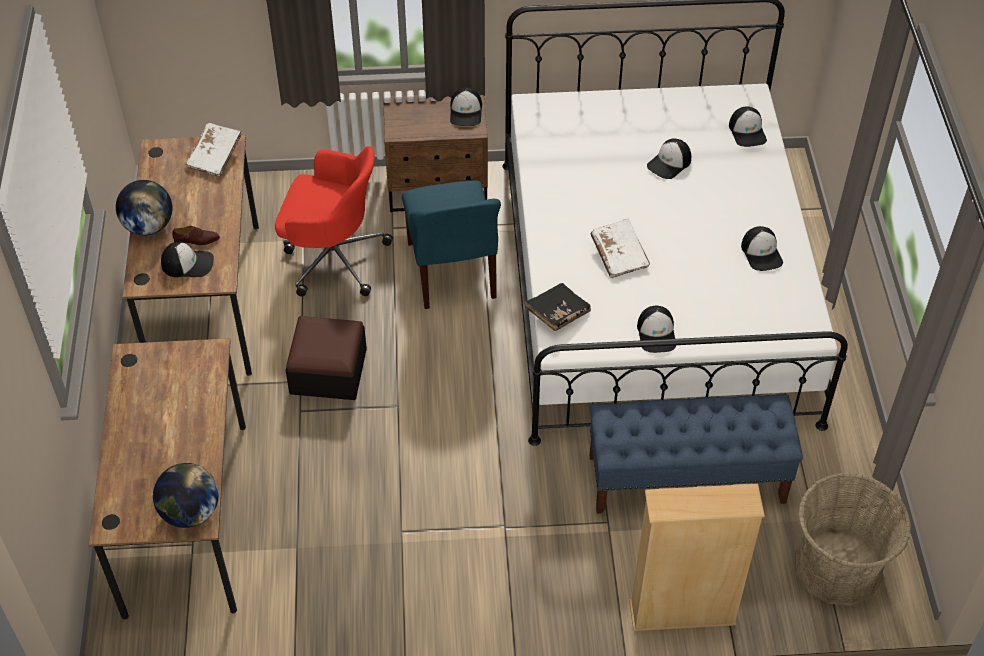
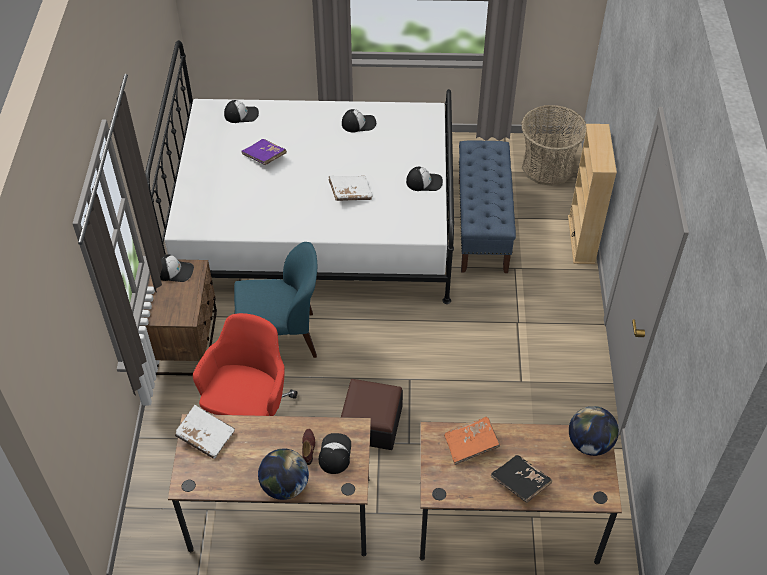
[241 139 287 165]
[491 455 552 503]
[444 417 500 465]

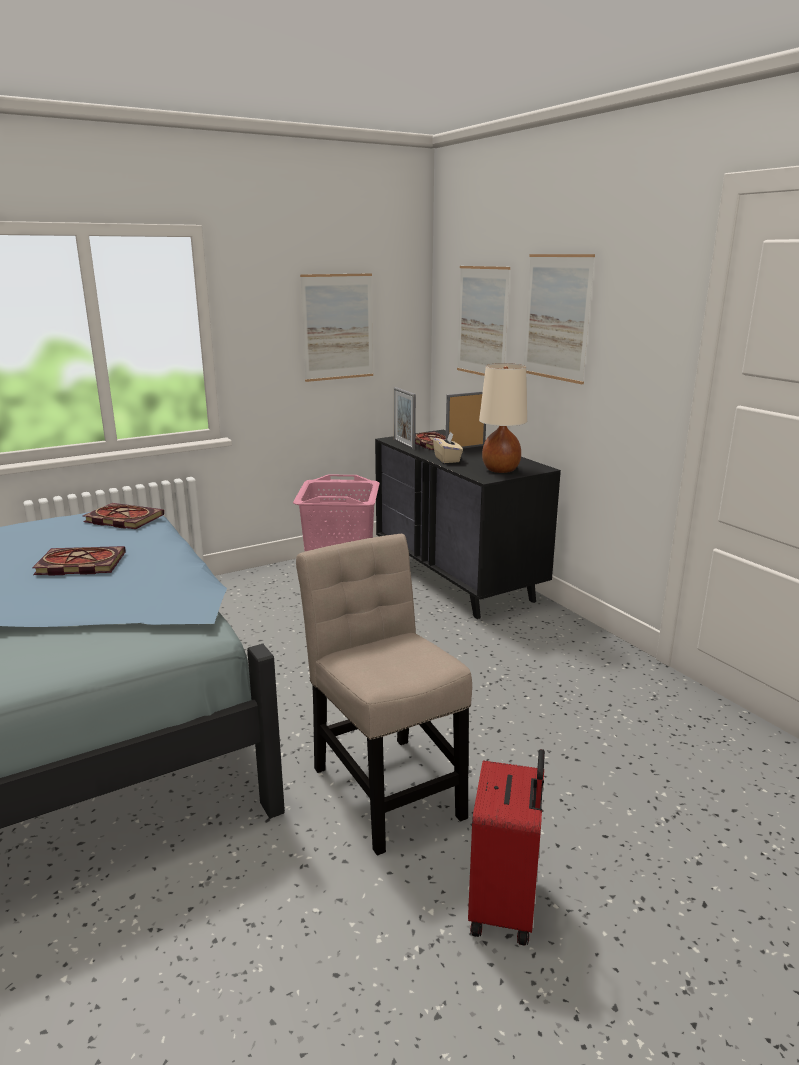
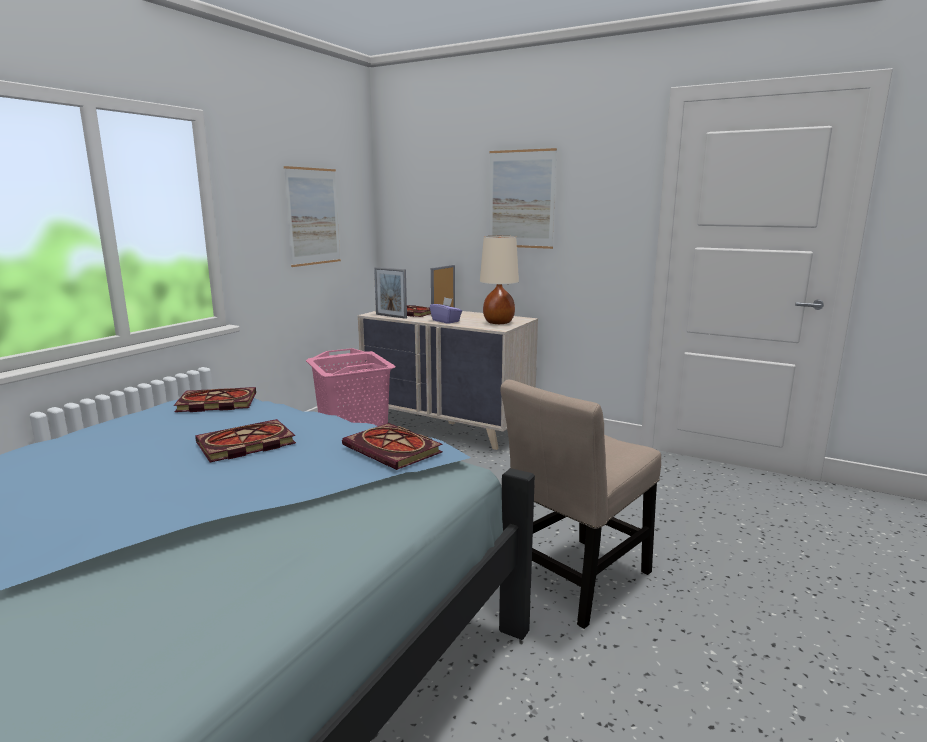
[457 266 510 376] (first image)
[358 311 538 450]
[430 297 462 324]
[500 380 661 629]
[468 749 545 945] (first image)
[342 423 443 470]

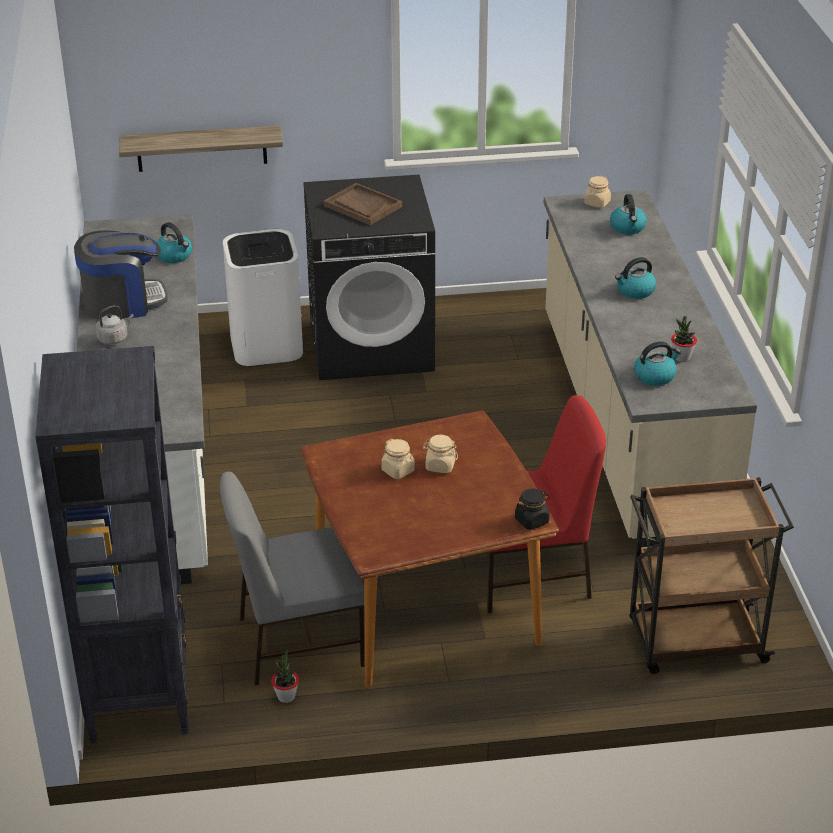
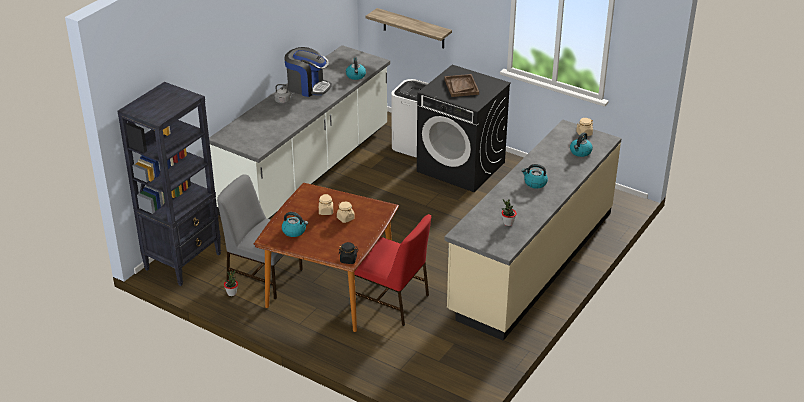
[282 212 308 237]
[629 477 794 674] (first image)

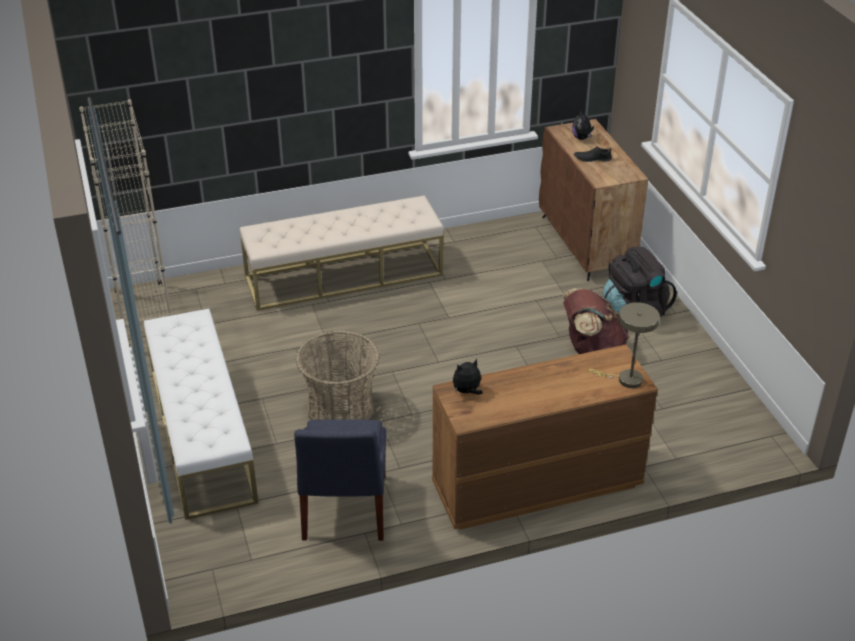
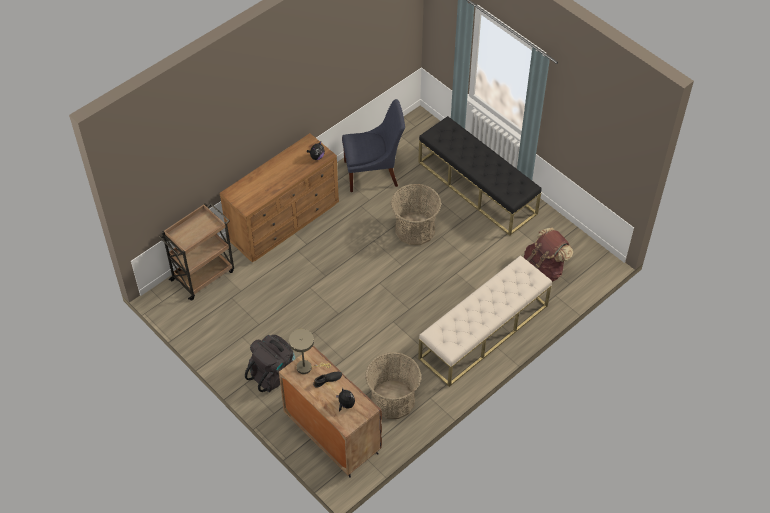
[79 100 172 347] (first image)
[524 228 573 282]
[289 329 331 374]
[418 116 542 236]
[342 99 405 192]
[159 203 234 301]
[365 352 421 419]

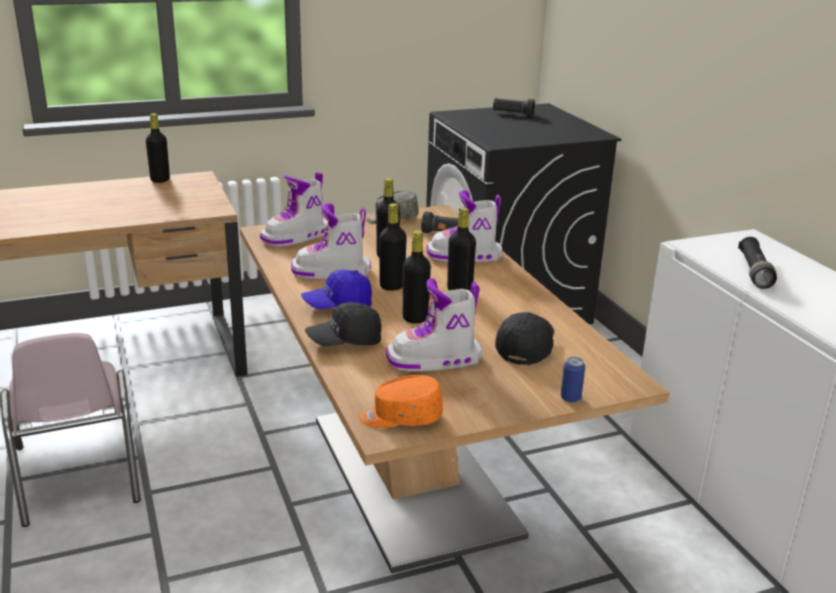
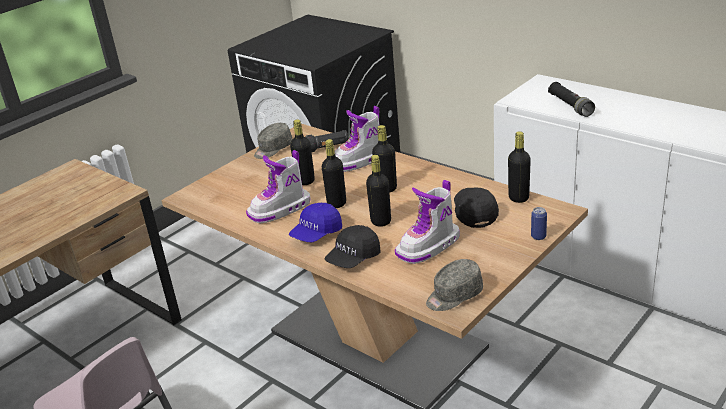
[493 98 535 117] (first image)
[508 131 531 203]
[260 172 328 247] (first image)
[426 259 483 311]

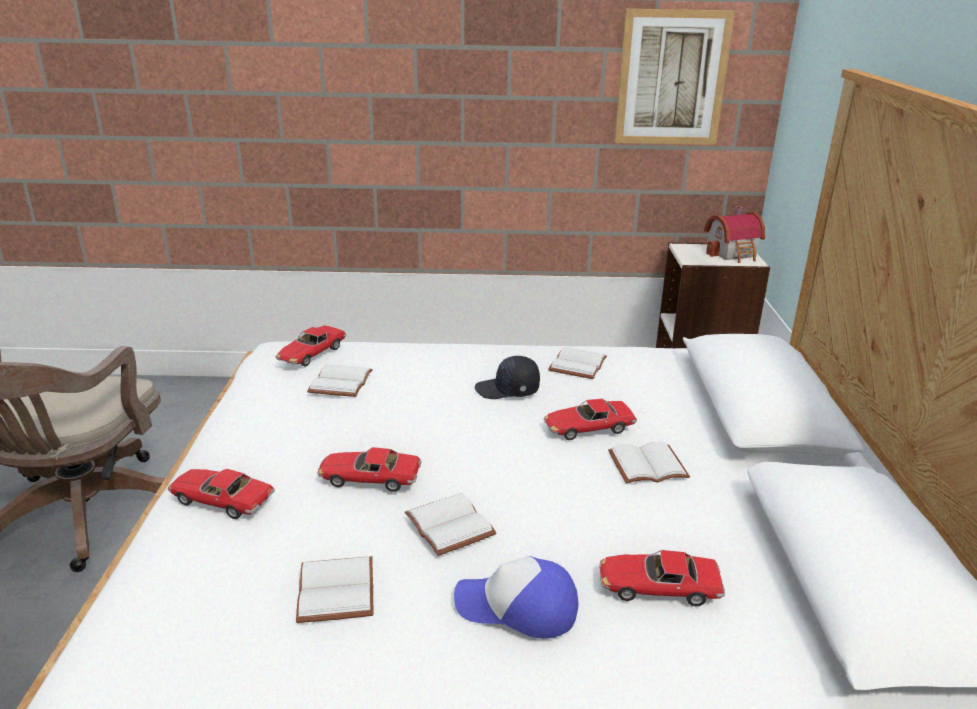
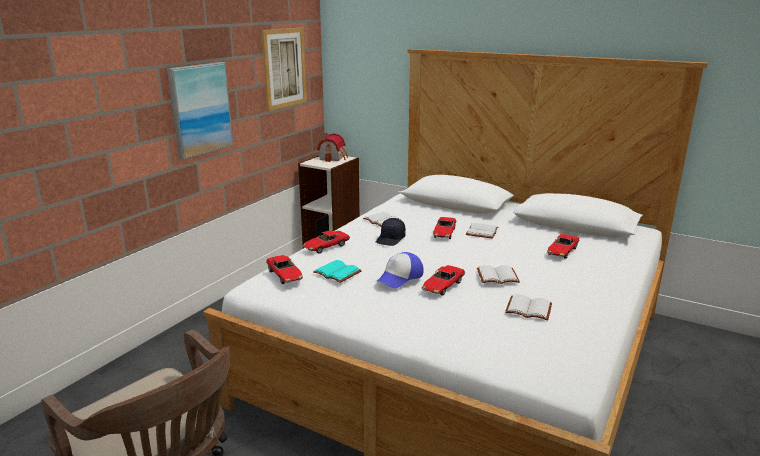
[313 260 362 283]
[302 230 350 254]
[377 252 424 289]
[167 62 233 160]

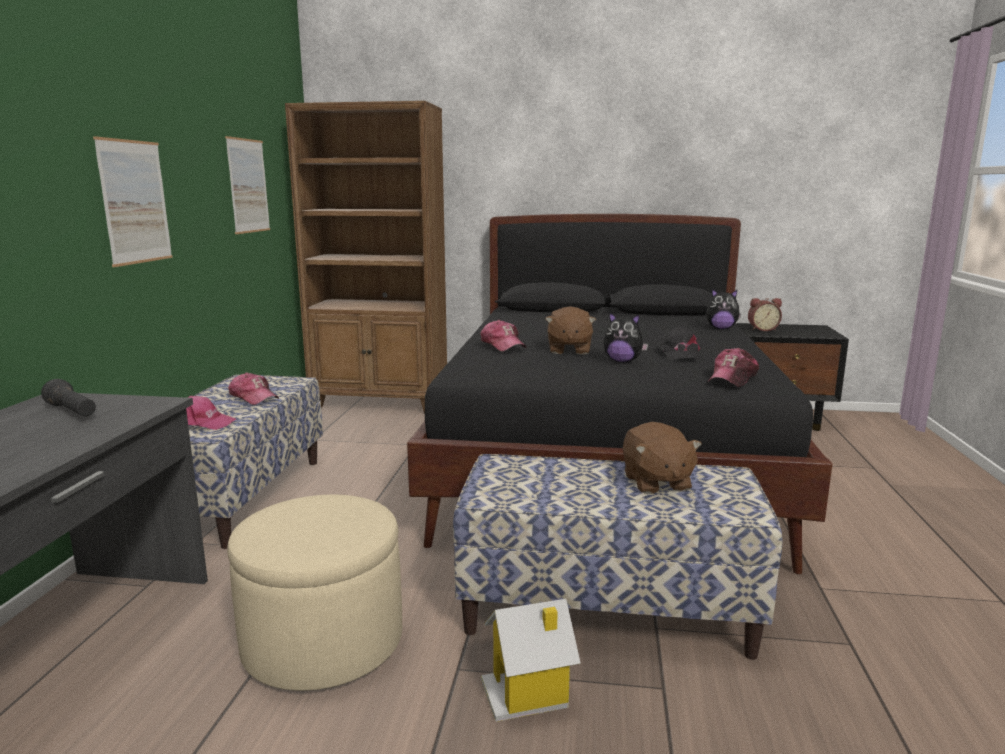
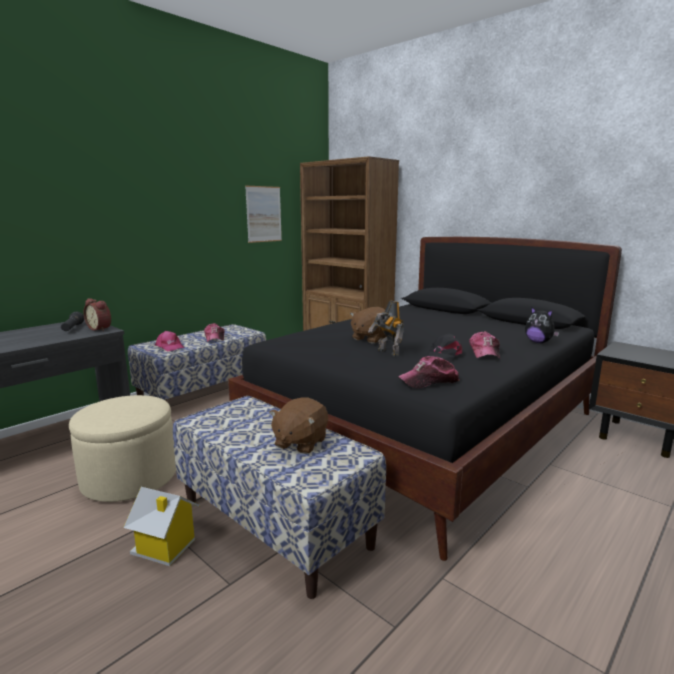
[93 136 173 267] (first image)
[84 298 111 331]
[368 300 404 357]
[469 331 500 358]

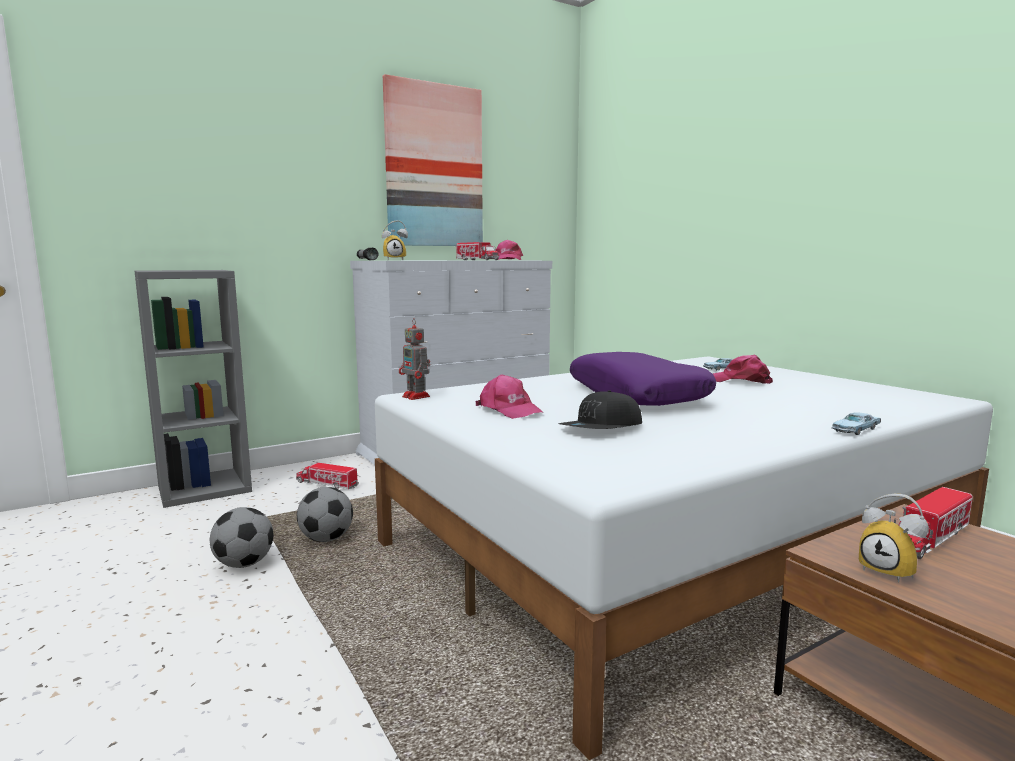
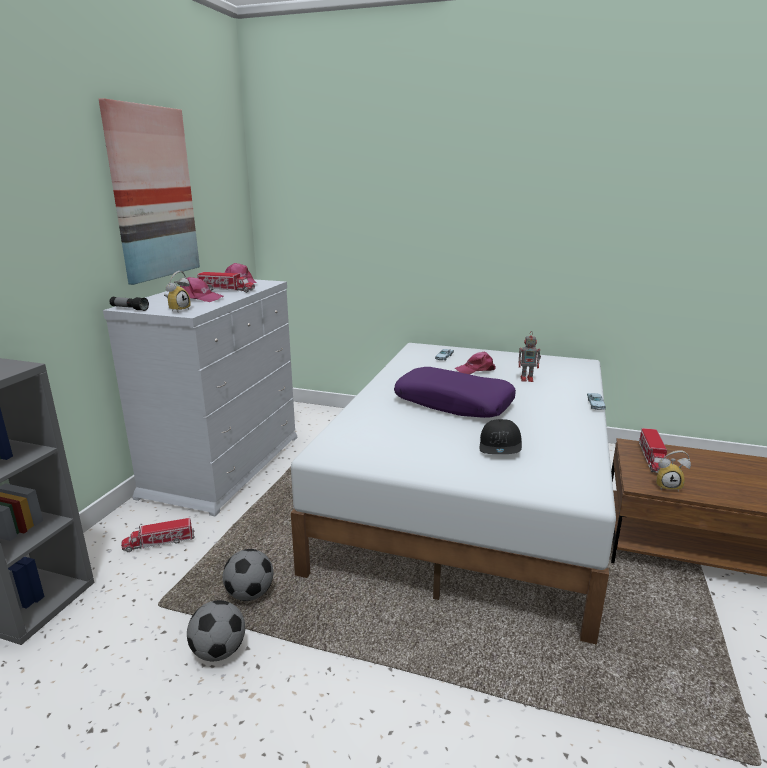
[519 334 541 382]
[180 277 223 302]

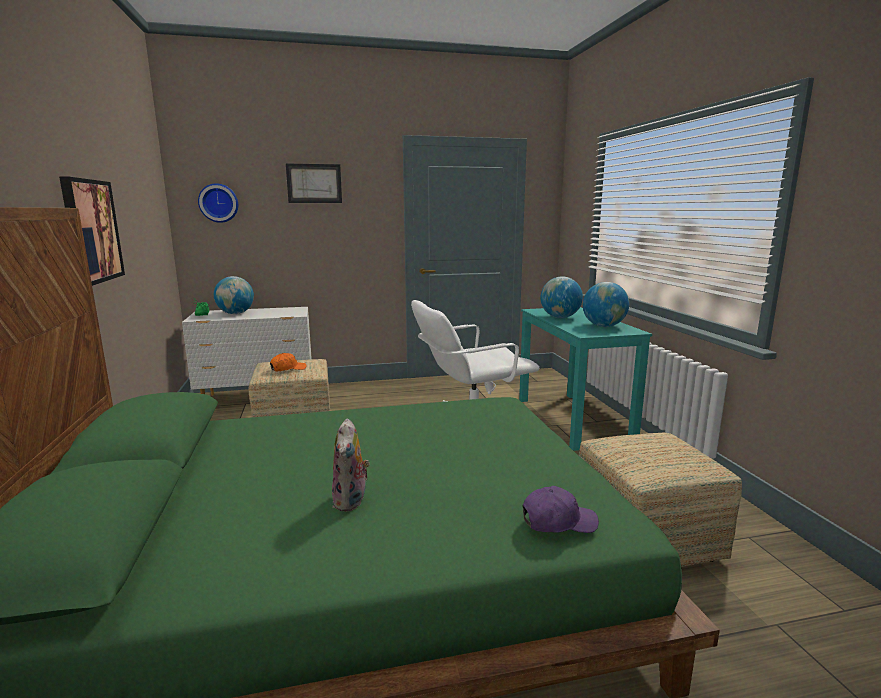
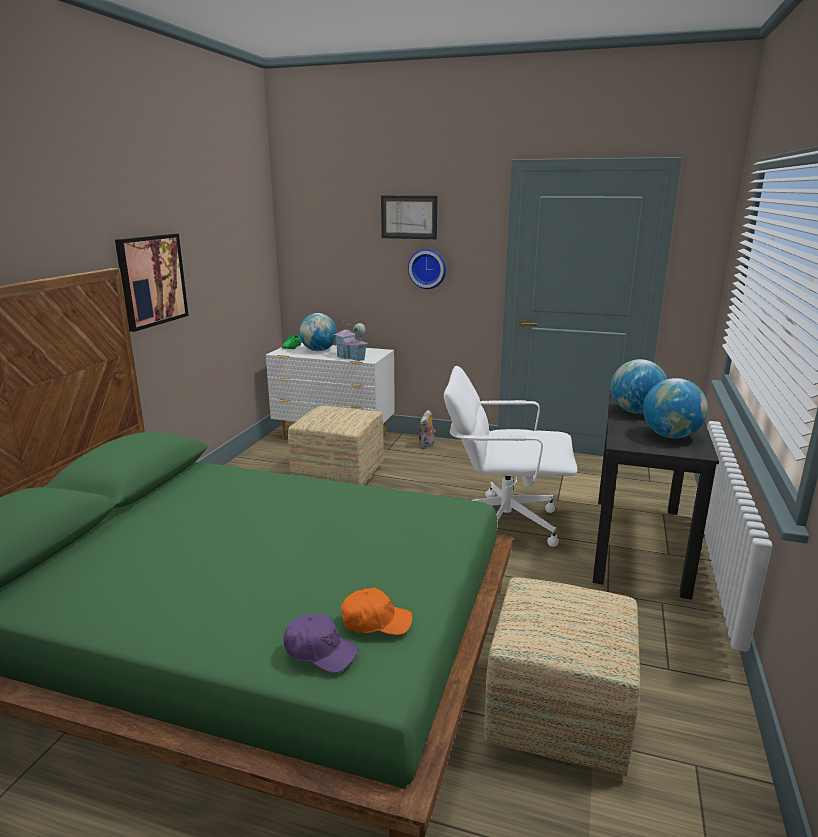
[408 249 446 289]
[593 390 719 600]
[341 588 412 635]
[419 410 435 449]
[334 318 368 361]

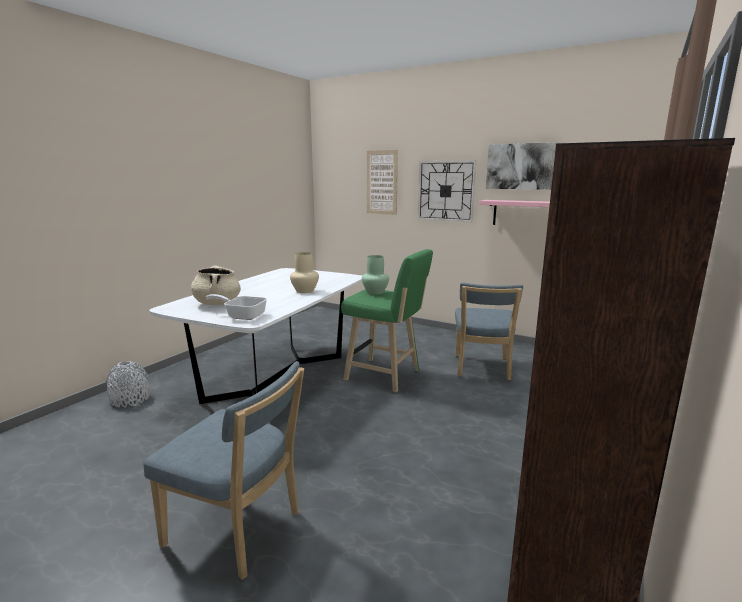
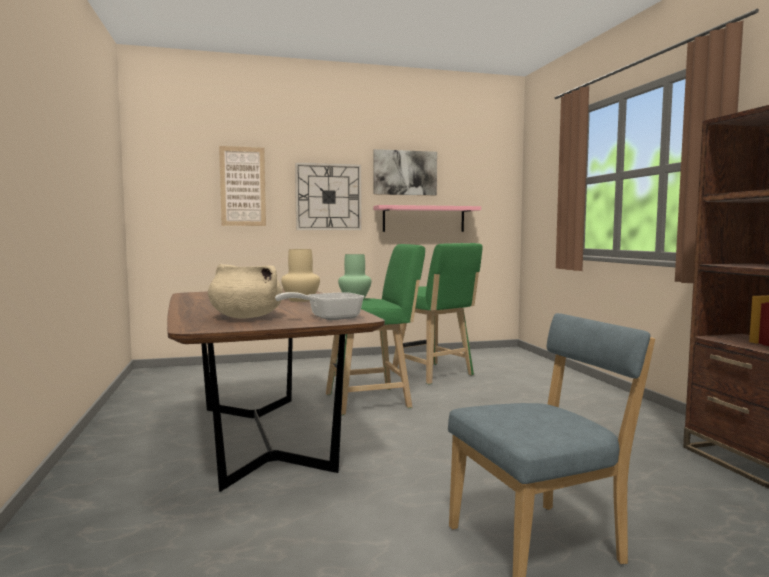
[167 289 385 492]
[392 243 483 384]
[106 361 150 407] (first image)

